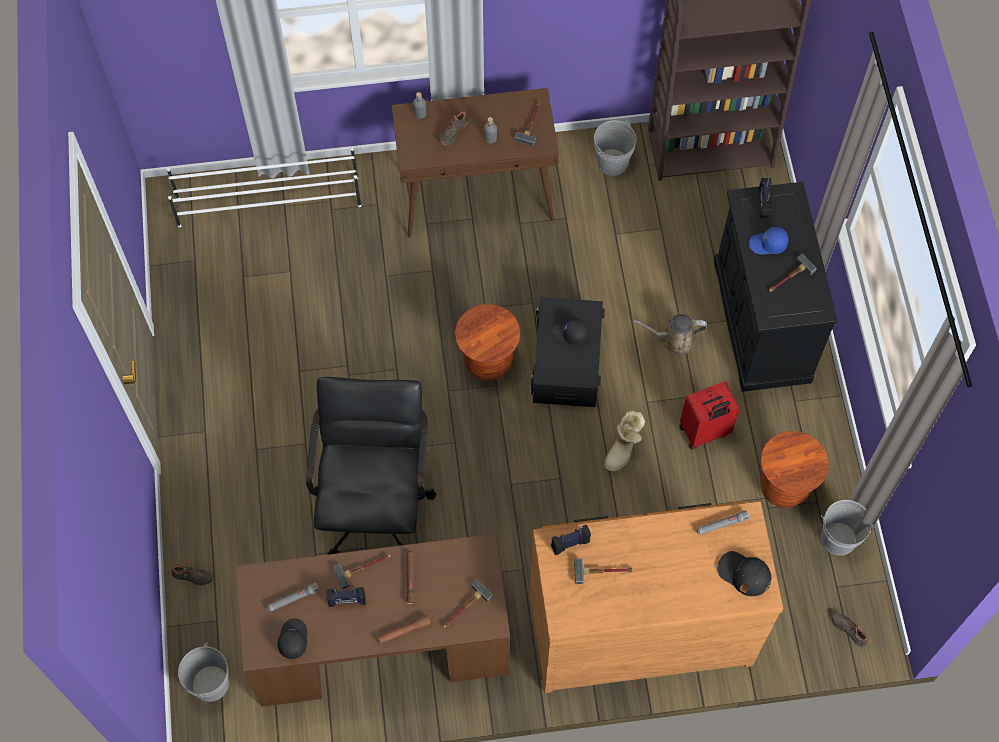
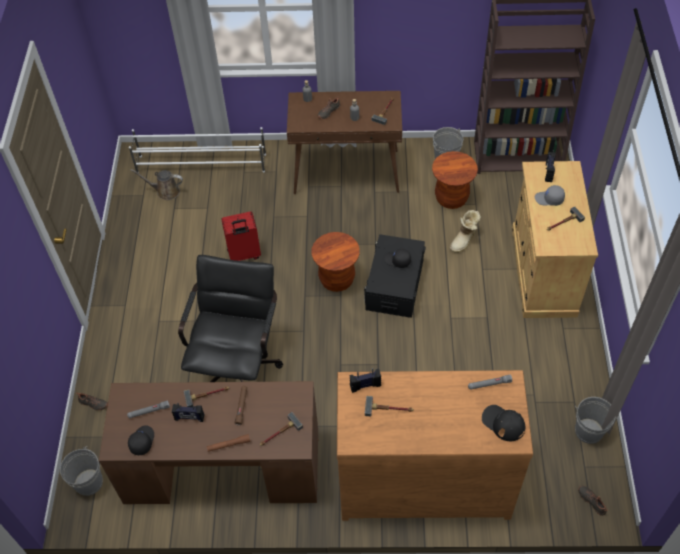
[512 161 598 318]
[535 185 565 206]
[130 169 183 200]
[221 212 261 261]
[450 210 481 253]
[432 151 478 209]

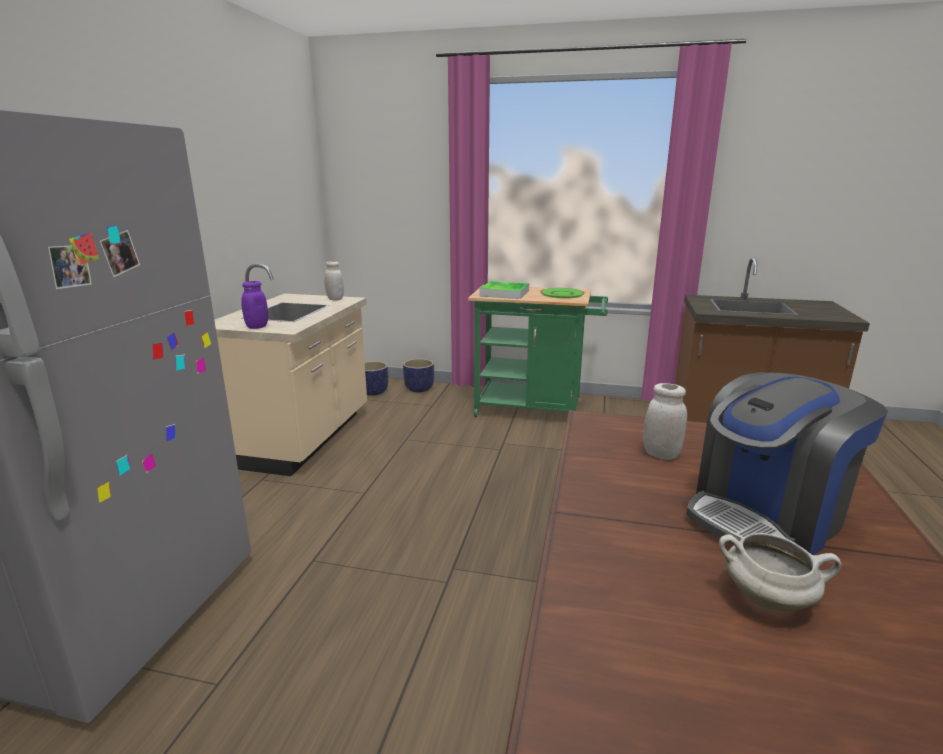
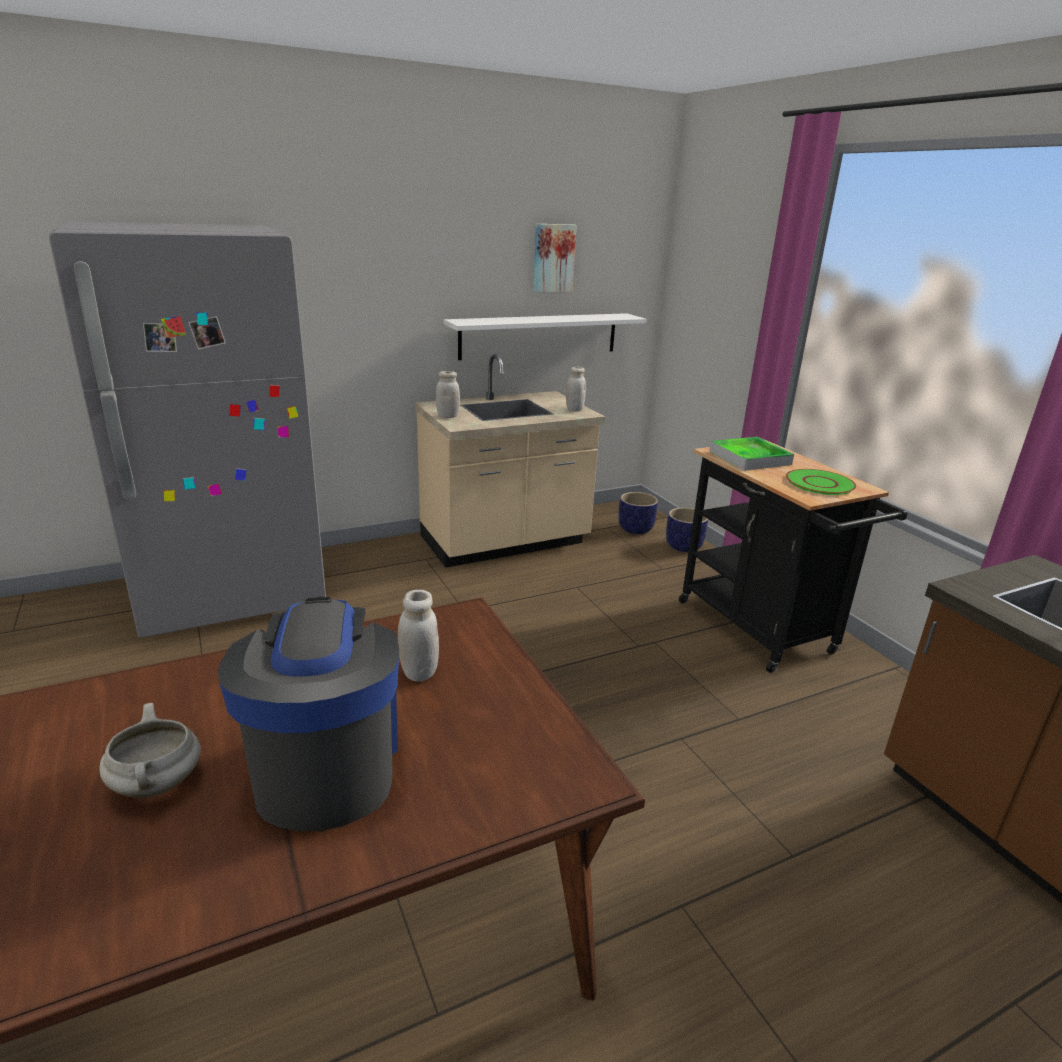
[436 371 460 418]
[679 440 907 673]
[218 597 399 831]
[533 224 577 293]
[443 313 646 360]

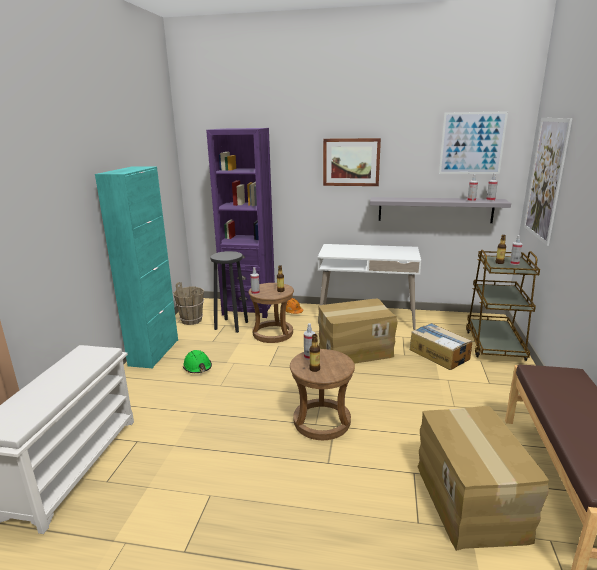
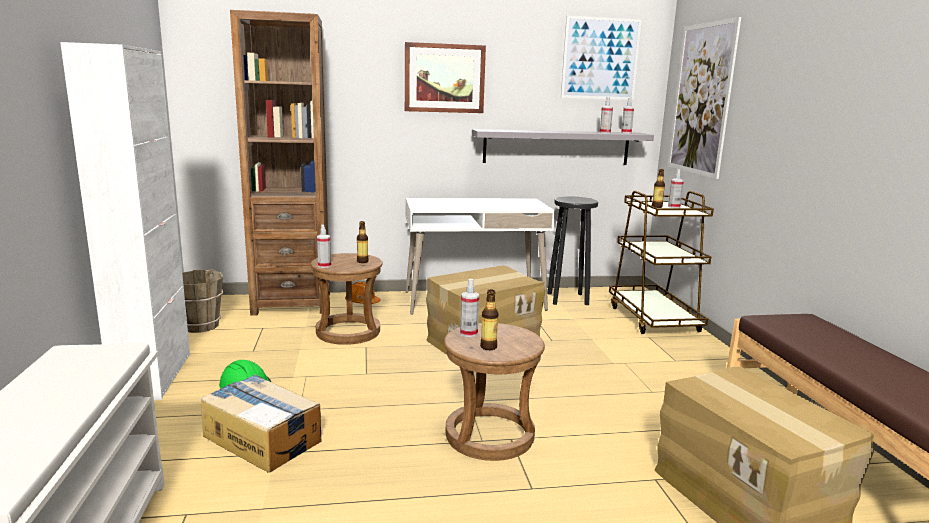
[230 10 330 316]
[60 42 190 400]
[547 197 598 305]
[201 374 321 473]

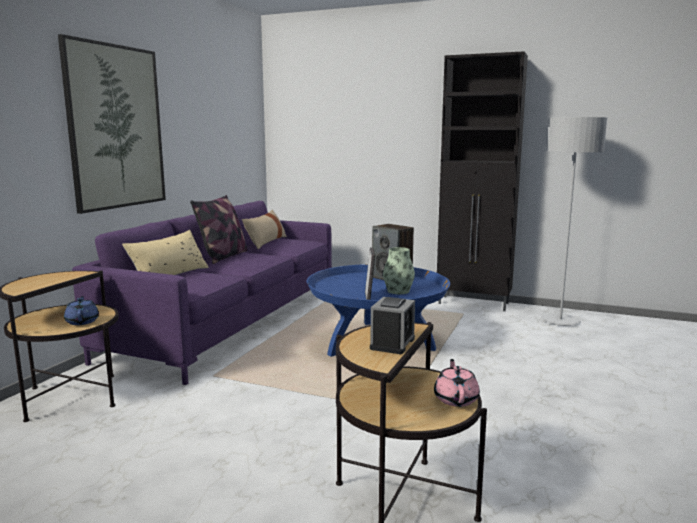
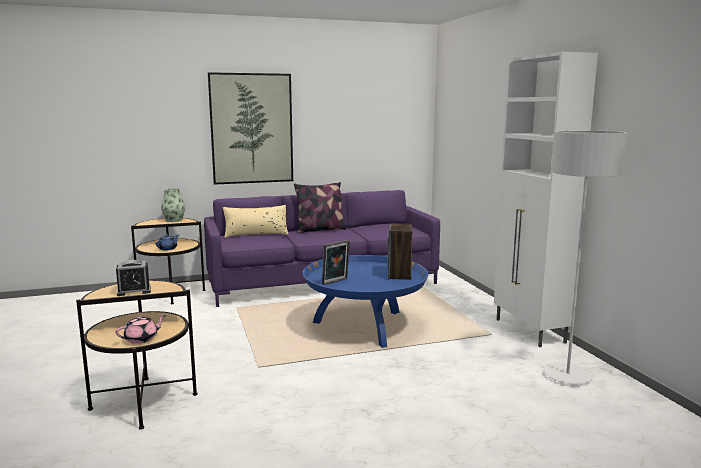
[494 52 598 347]
[242 210 287 249] (first image)
[161 188 185 222]

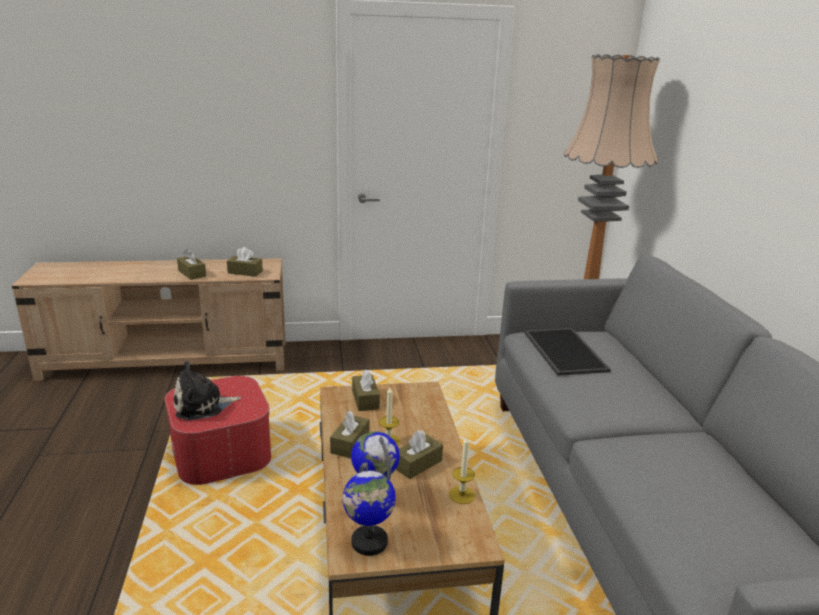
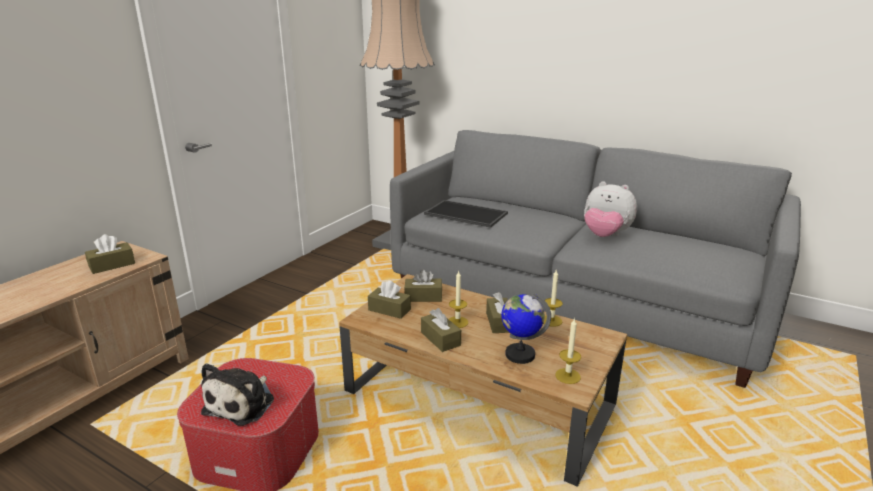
[404 270 442 302]
[555 318 581 384]
[584 181 637 237]

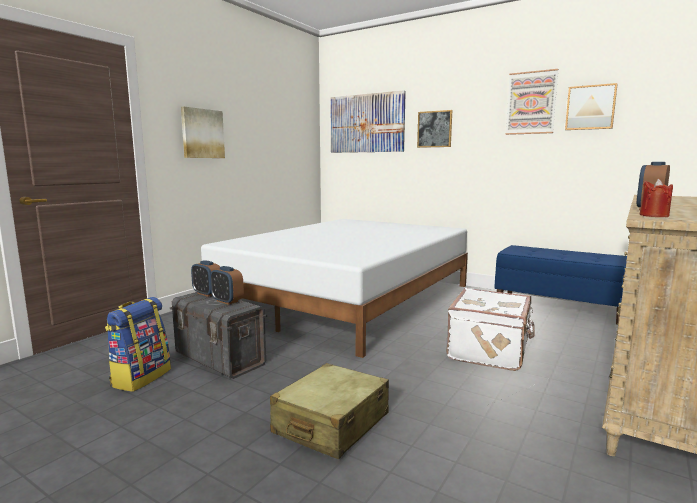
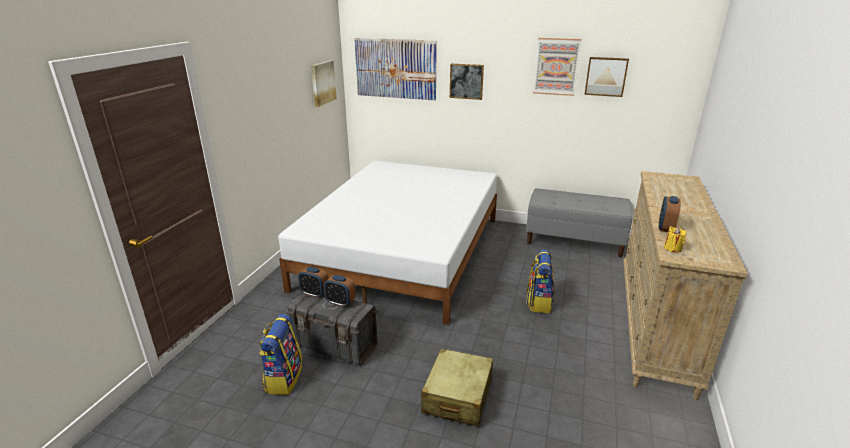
[311 60 337 107]
[664 226 686 252]
[526 188 632 257]
[526 249 555 313]

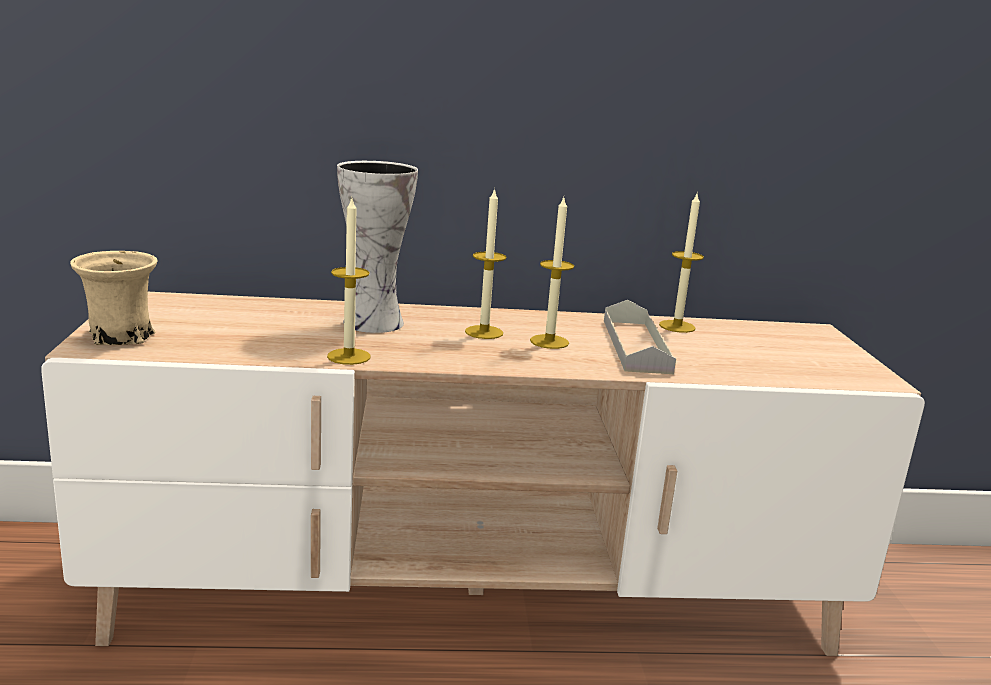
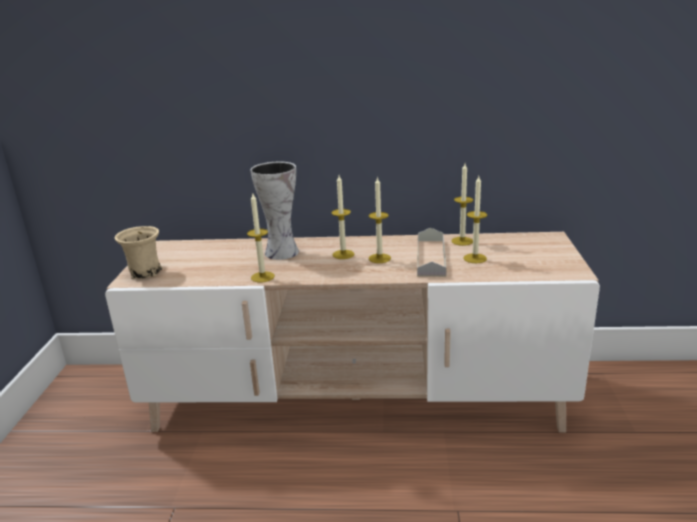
[463 176 487 263]

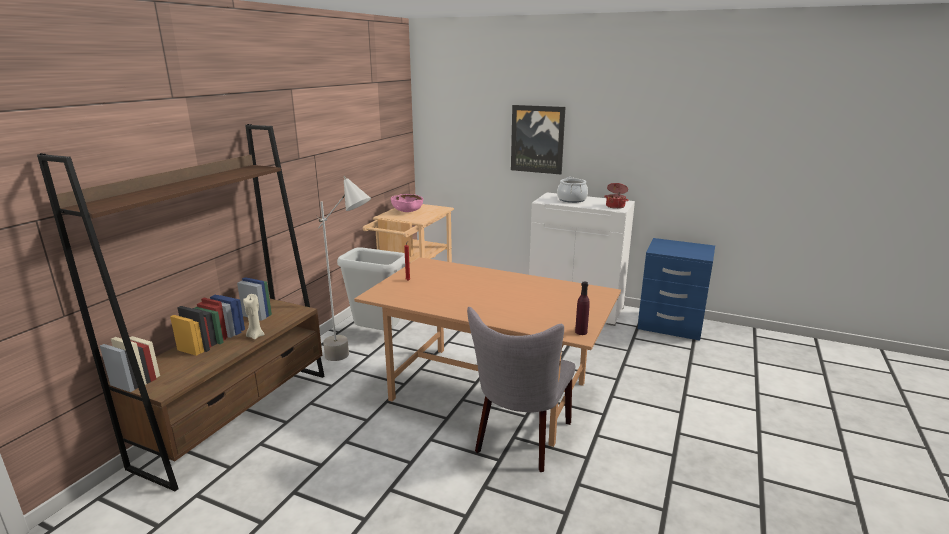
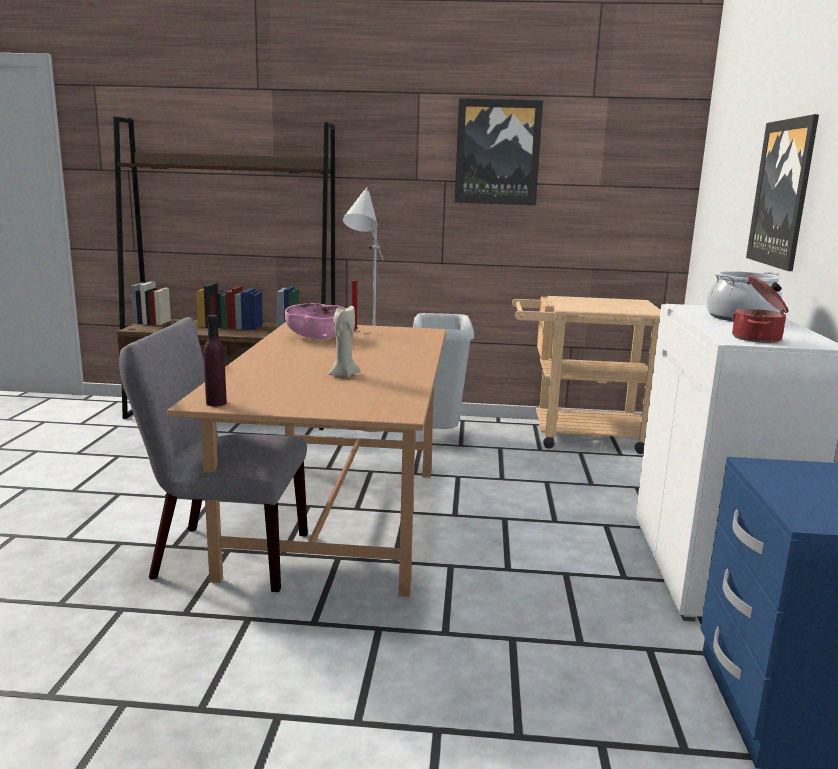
[285 303 346 339]
[329 306 360 378]
[455 98 543 205]

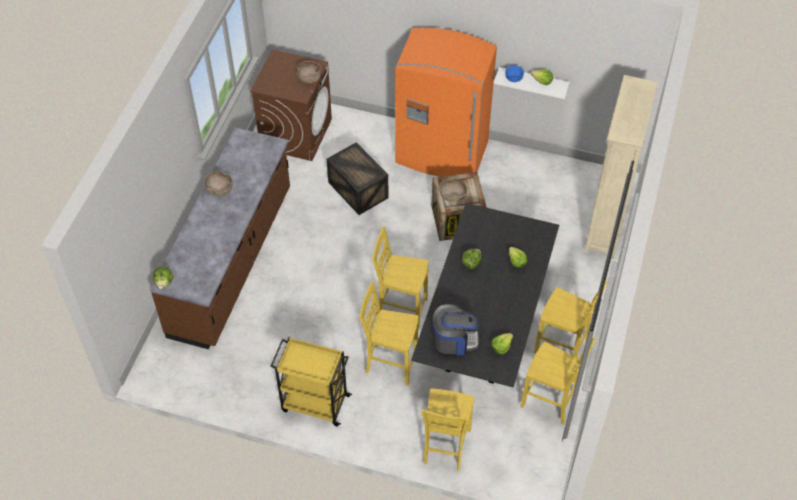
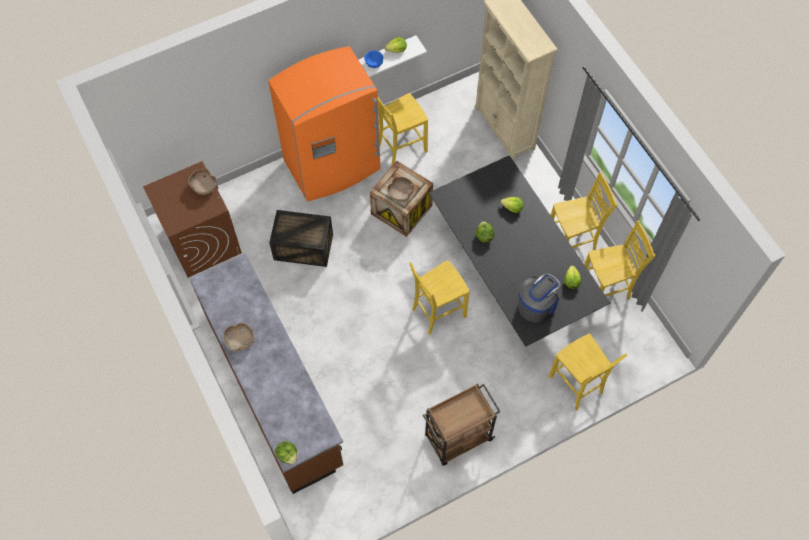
[378 93 428 166]
[423 384 501 465]

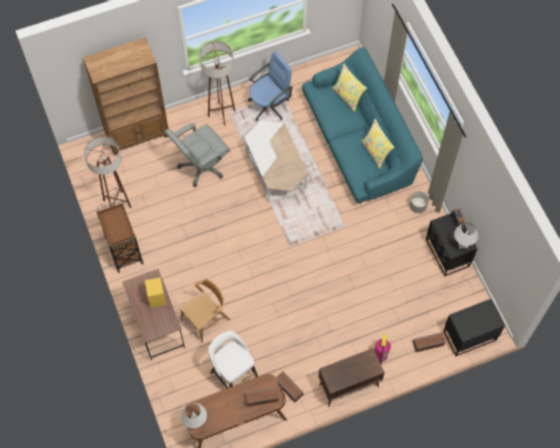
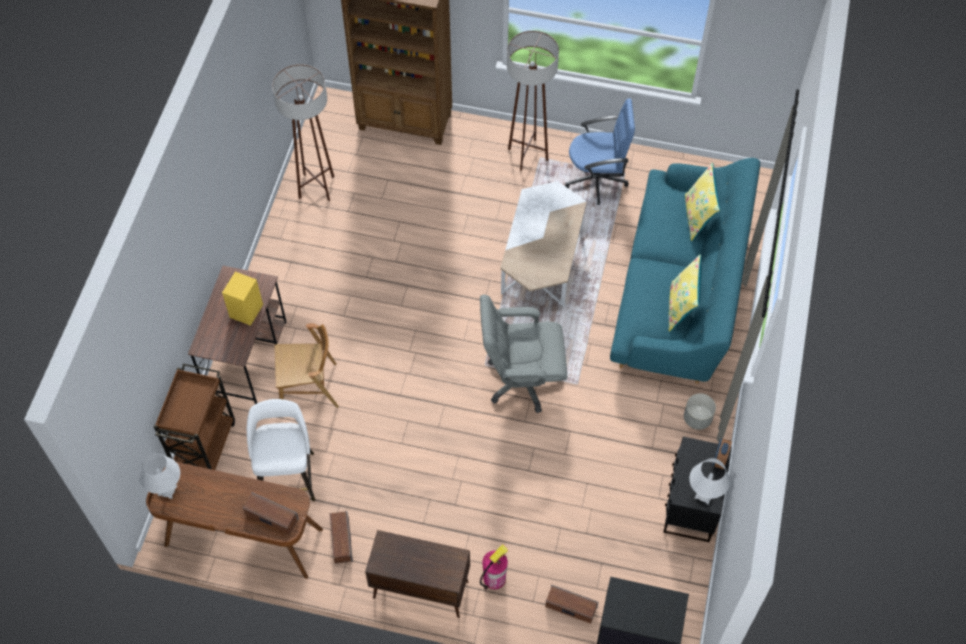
[480 295 567 413]
[154 364 235 470]

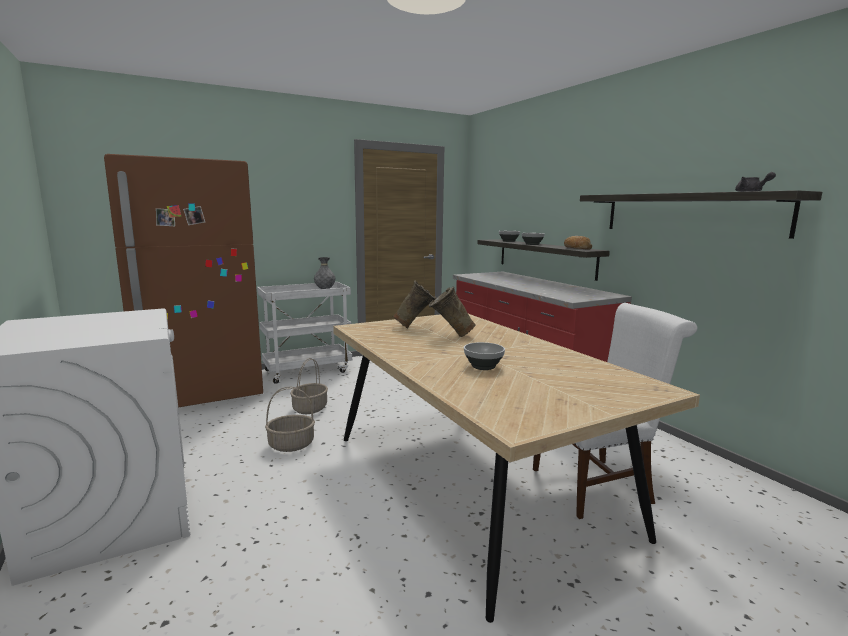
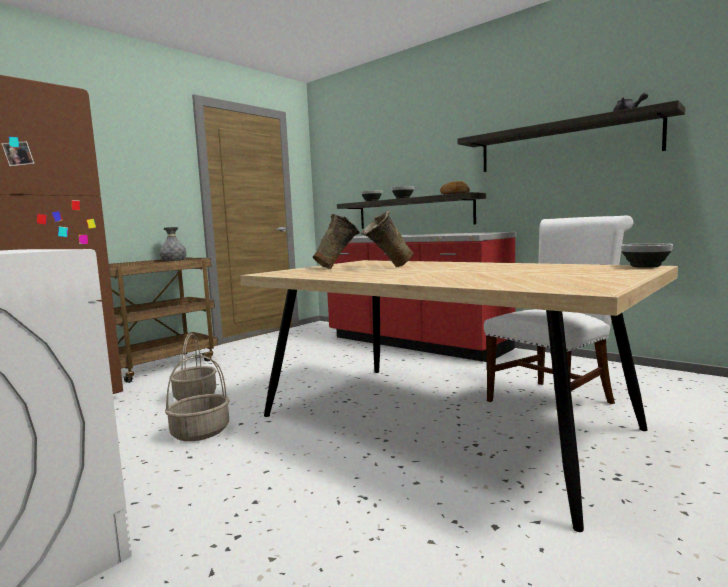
[109 258 218 383]
[621 243 673 268]

